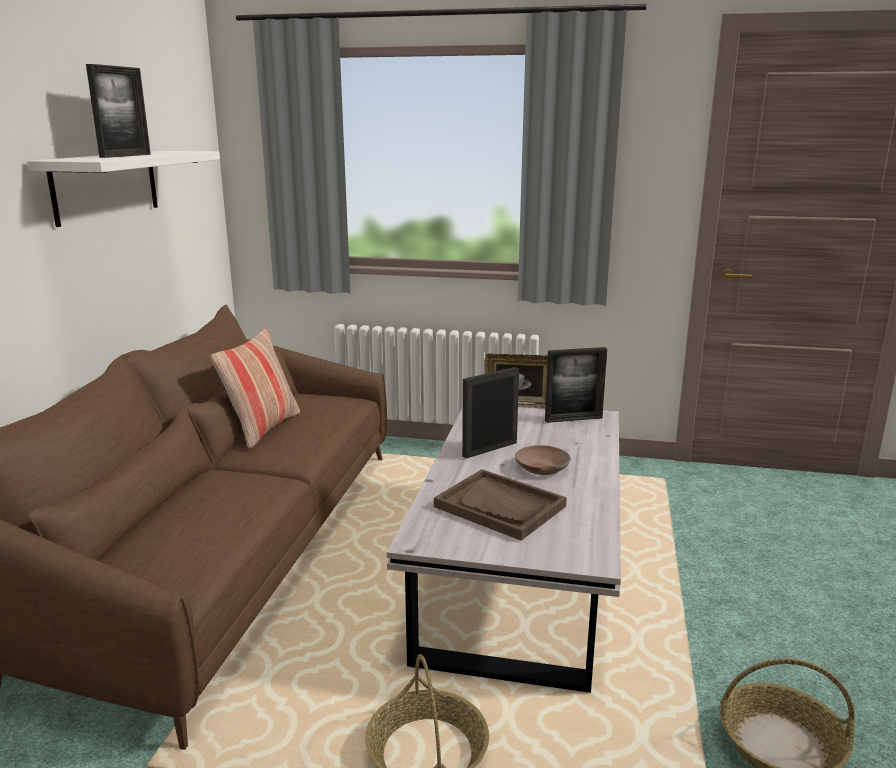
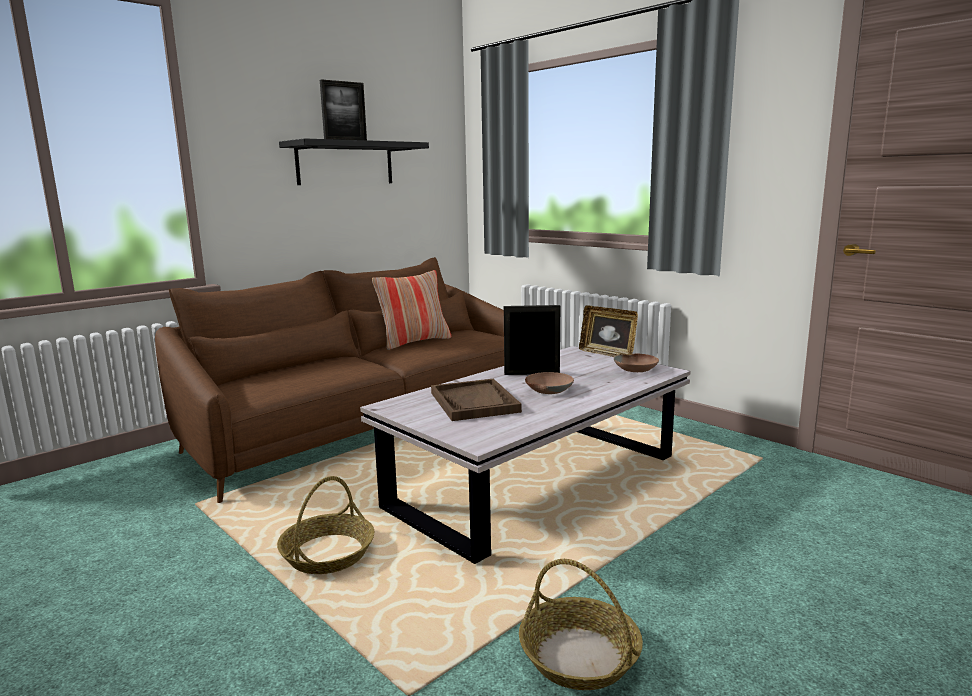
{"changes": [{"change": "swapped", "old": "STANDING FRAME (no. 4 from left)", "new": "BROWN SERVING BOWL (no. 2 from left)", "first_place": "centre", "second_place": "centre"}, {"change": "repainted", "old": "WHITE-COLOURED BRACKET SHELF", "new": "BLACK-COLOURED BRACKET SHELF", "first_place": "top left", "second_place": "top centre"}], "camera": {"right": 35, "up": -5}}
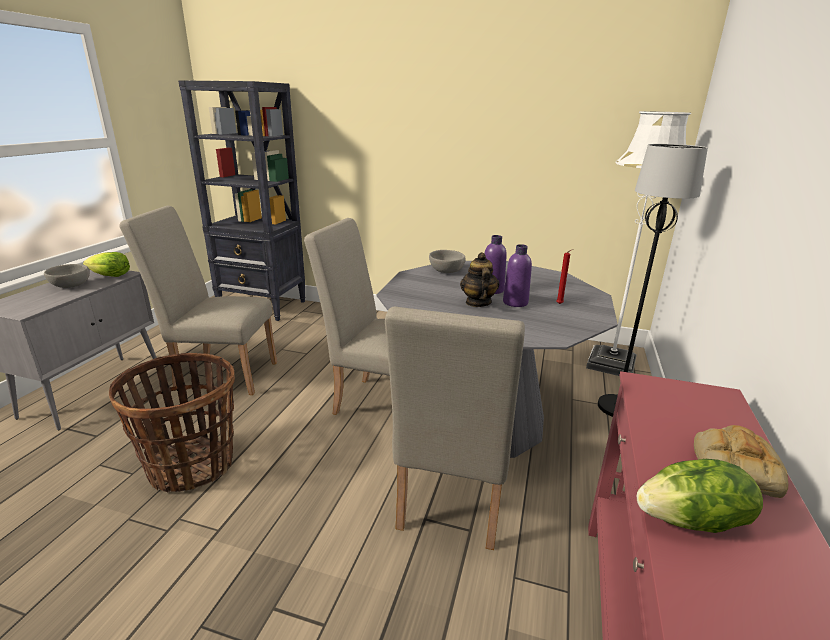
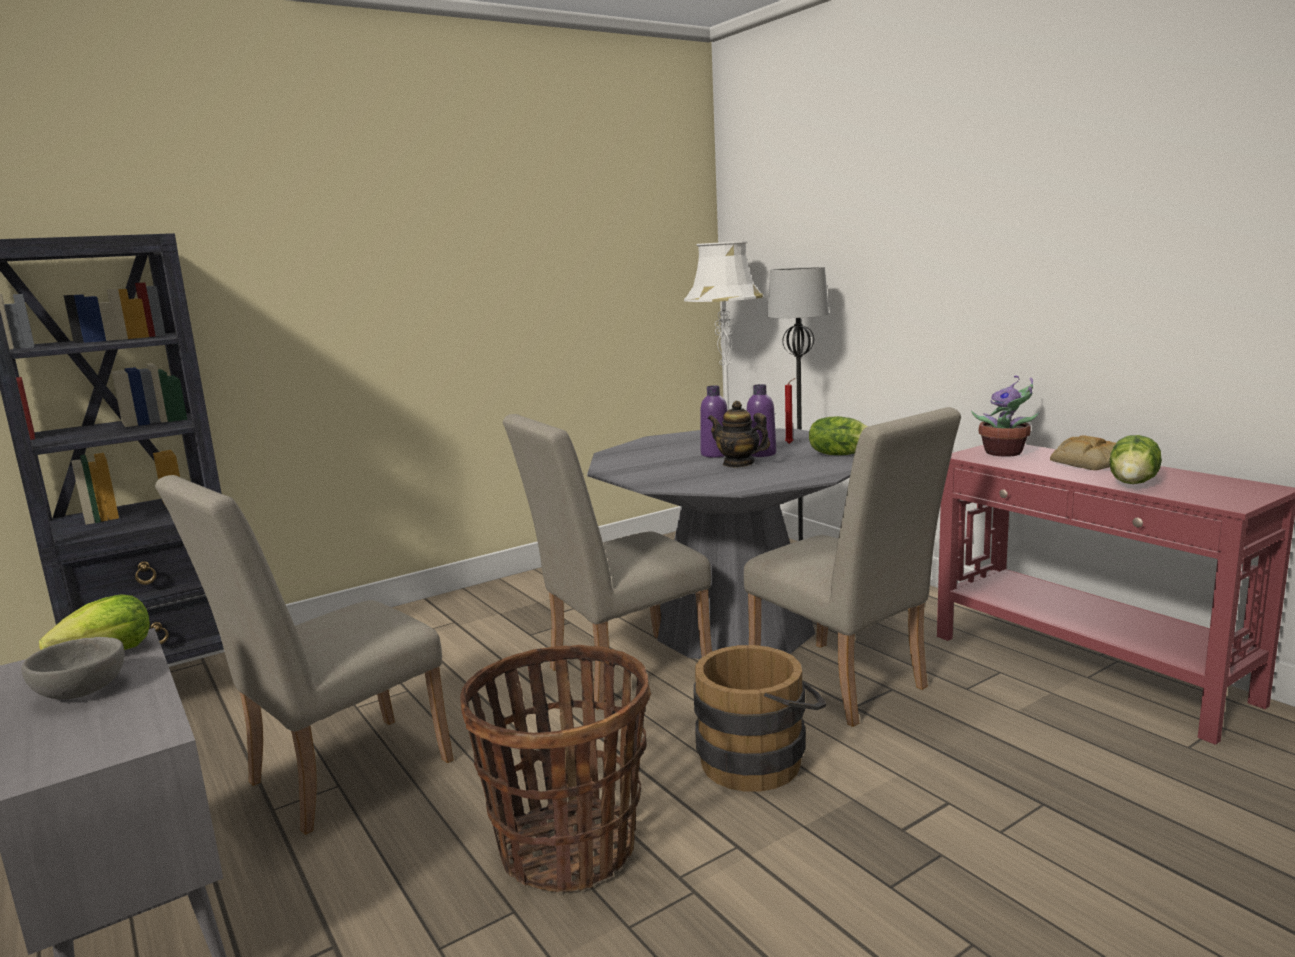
{"changes": [{"change": "gone", "old": "GREY SERVING BOWL (no. 2 from left)", "first_place": "centre"}, {"change": "new", "new": "BROWN PAIL", "second_place": "bottom centre"}, {"change": "new", "new": "HEAD OF LETTUCE (no. 2 from left)", "second_place": "centre"}, {"change": "new", "new": "POTTED PLANT", "second_place": "middle right"}], "camera": {"right": -50, "up": -10}}
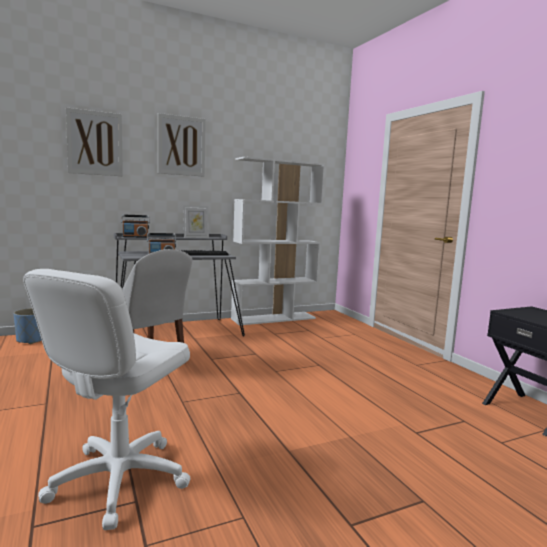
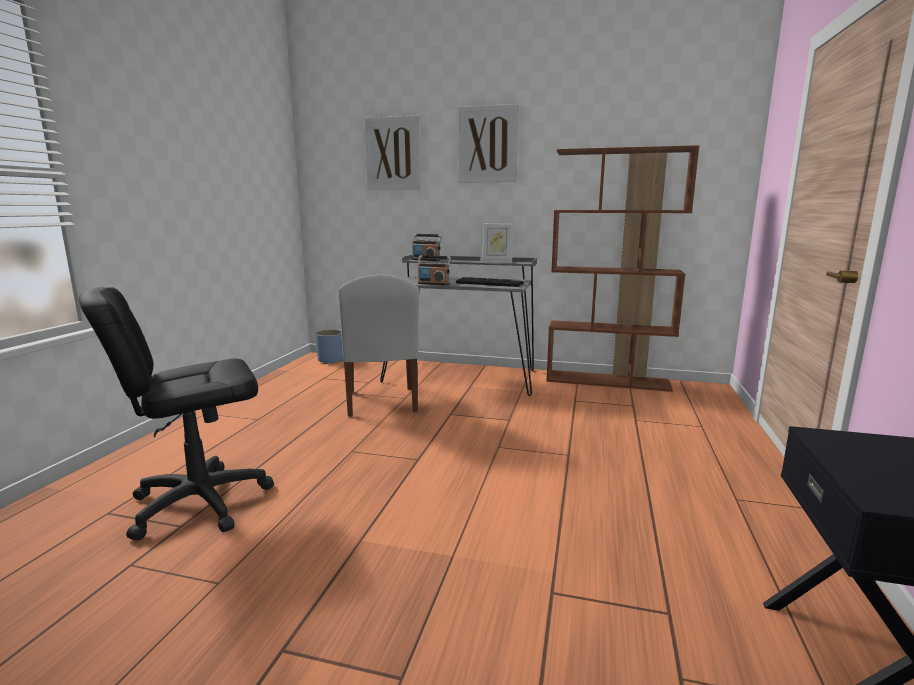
{"changes": [{"change": "repainted", "old": "WHITE-COLOURED DESK CHAIR", "new": "BLACK-COLOURED DESK CHAIR", "first_place": "bottom left", "second_place": "middle left"}, {"change": "repainted", "old": "WHITE-COLOURED SHELVING UNIT", "new": "BROWN SHELVING UNIT", "first_place": "centre", "second_place": "middle right"}], "camera": {"right": 40, "up": 5}}
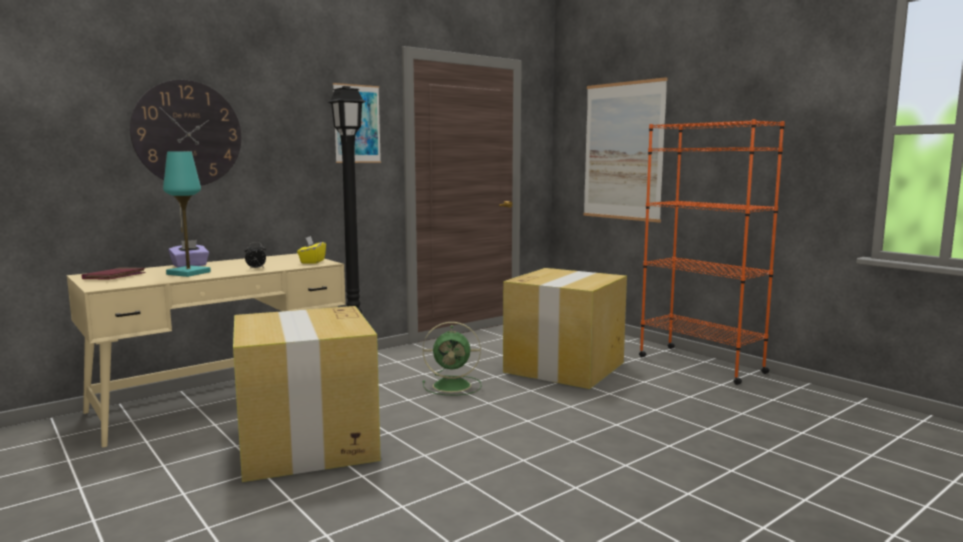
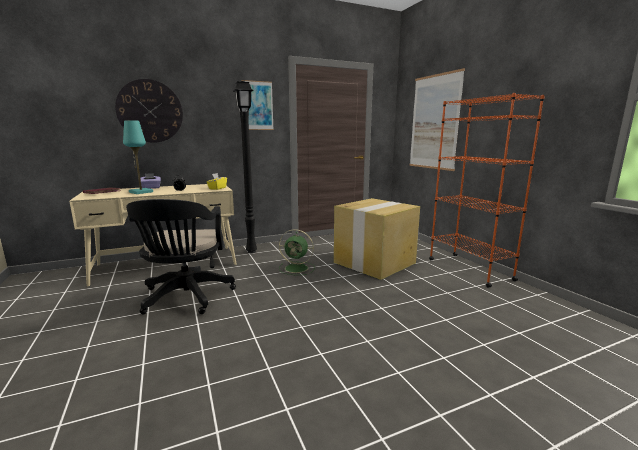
{"changes": [{"change": "swapped", "old": "CARDBOARD BOX (no. 1 from left)", "new": "BLACK-COLOURED DESK CHAIR", "first_place": "bottom left", "second_place": "middle left"}], "camera": {"right": 15, "up": 5}}
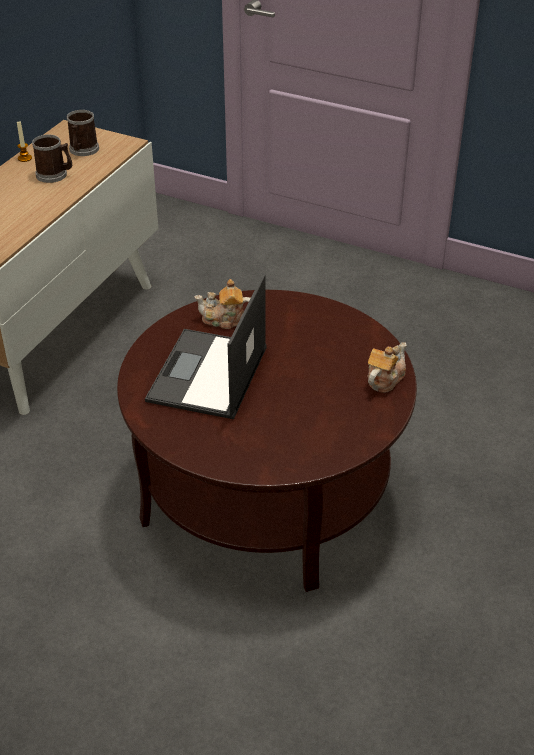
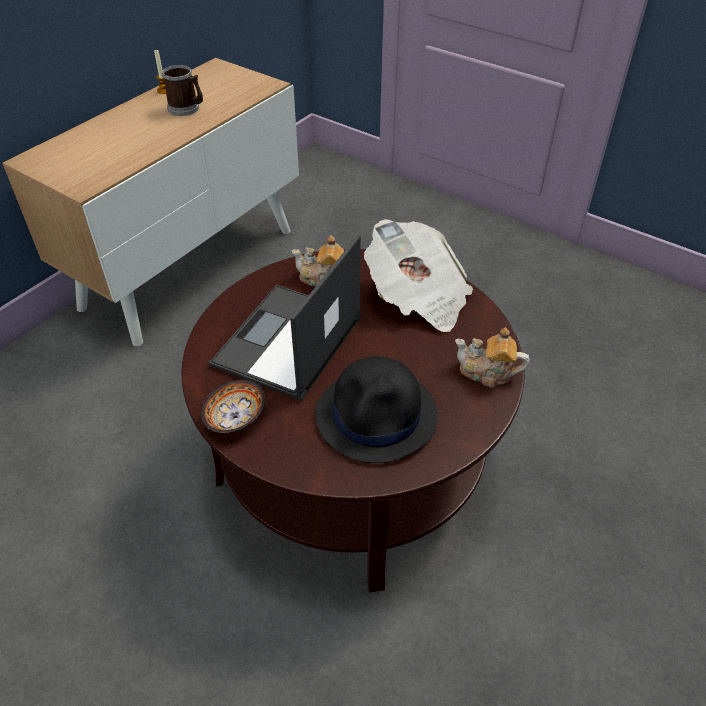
{"changes": [{"change": "gone", "old": "MUG (no. 2 from left)", "first_place": "top left"}, {"change": "new", "new": "SERVING BOWL", "second_place": "middle left"}, {"change": "new", "new": "BLACK-COLOURED CLOTHING HAT", "second_place": "centre"}, {"change": "new", "new": "PRINTED PAPER", "second_place": "centre"}, {"change": "rotated", "old": "POT FOR TEA (no. 2 from left)", "first_place": "middle right", "second_place": "middle right", "degrees": -120}], "camera": {"right": 10, "up": 5}}
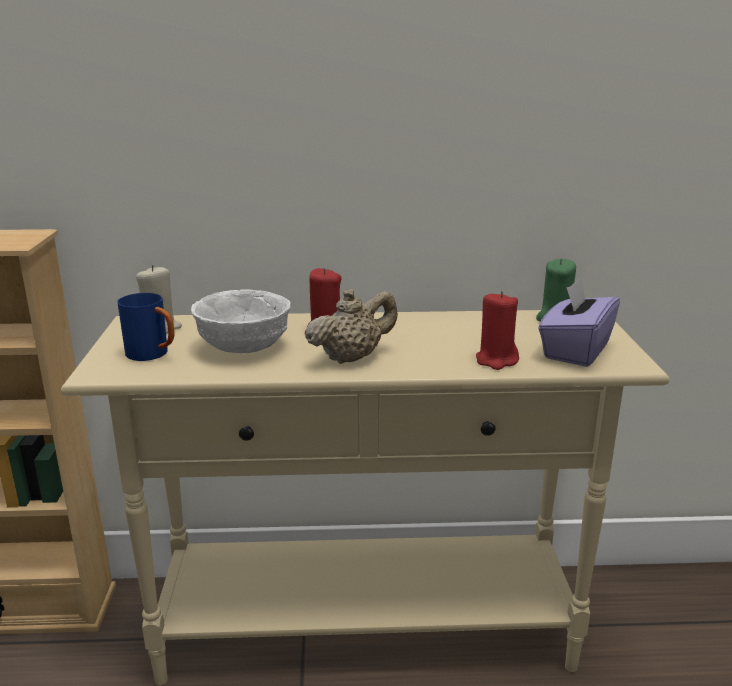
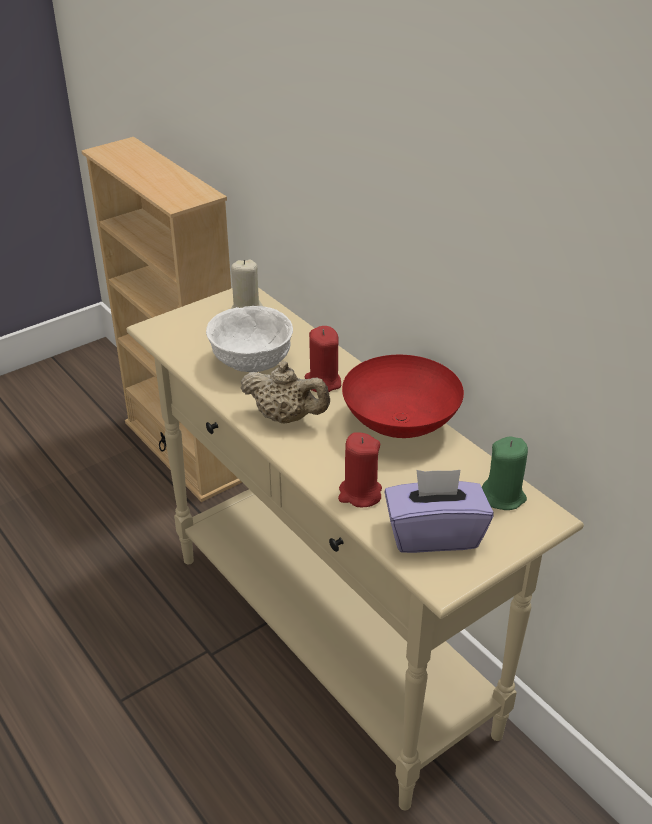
{"changes": [{"change": "gone", "old": "BLUE-COLOURED MUG", "first_place": "middle left"}, {"change": "new", "new": "RED SERVING BOWL", "second_place": "centre"}], "camera": {"right": 55, "up": 15}}
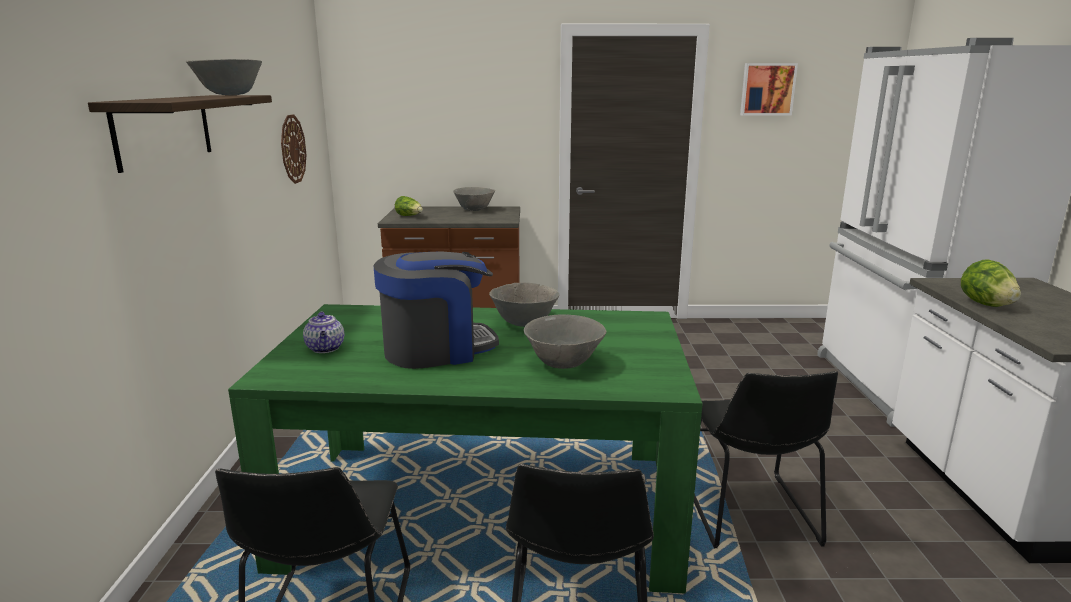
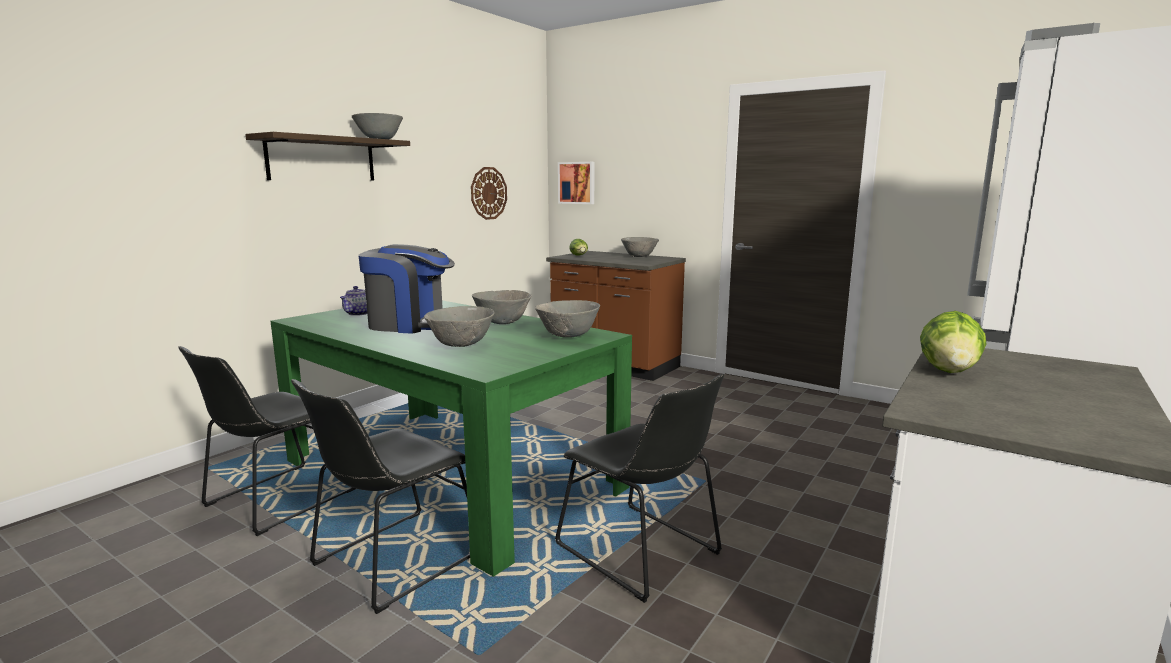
{"changes": [{"change": "new", "new": "GREY SERVING BOWL (no. 4 from left)", "second_place": "centre"}, {"change": "shifted", "old": "WALL PICTURE", "first_place": "top right", "second_place": "top centre"}, {"change": "rotated", "old": "BLACK-COLOURED UPRIGHT CHAIR (no. 3 from left)", "first_place": "bottom right", "second_place": "bottom centre", "degrees": -75}], "camera": {"right": 35, "up": -5}}
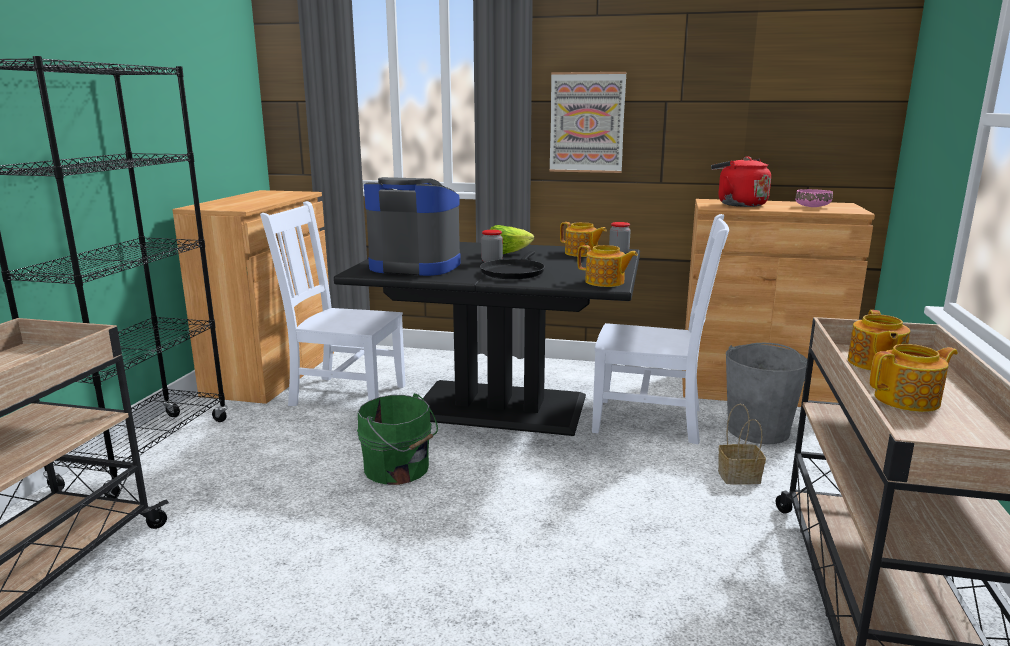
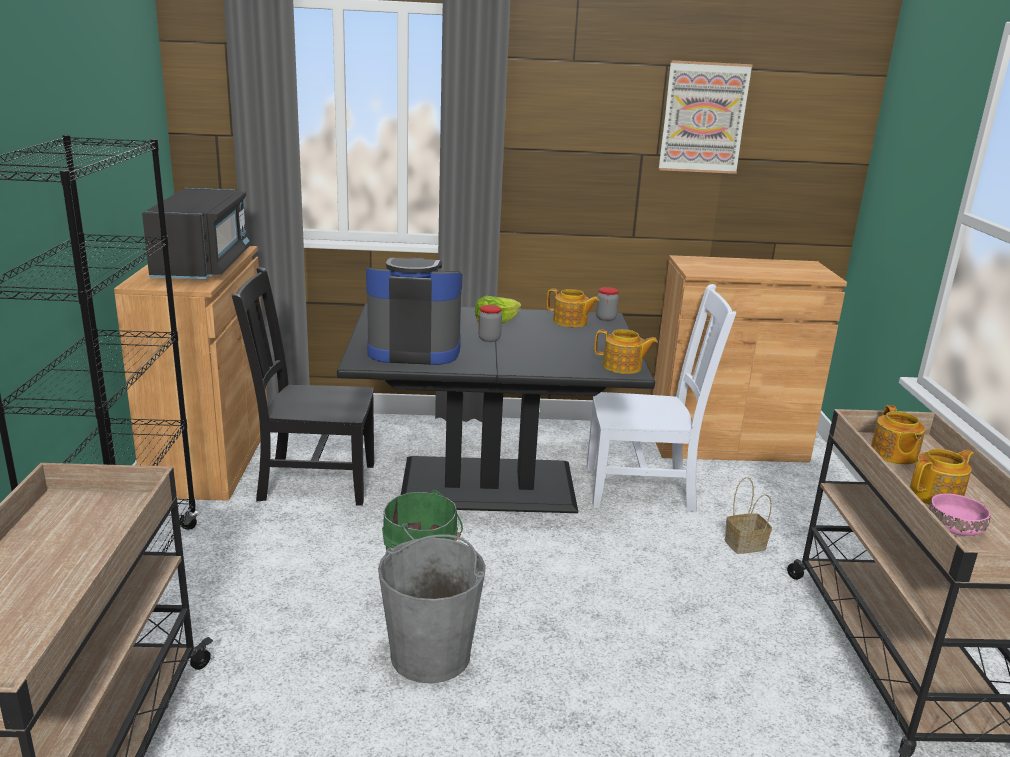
{"changes": [{"change": "gone", "old": "BLACK-COLOURED PAN", "first_place": "centre"}, {"change": "gone", "old": "RED TEA KETTLE", "first_place": "top right"}, {"change": "new", "new": "BLACK-COLOURED MICROWAVE OVEN", "second_place": "top left"}, {"change": "shifted", "old": "WALL PICTURE", "first_place": "top centre", "second_place": "top right"}, {"change": "shifted", "old": "GREY PAIL", "first_place": "middle right", "second_place": "bottom centre"}, {"change": "shifted", "old": "PINK SERVING BOWL", "first_place": "top right", "second_place": "bottom right"}, {"change": "repainted", "old": "WHITE-COLOURED UPRIGHT CHAIR (no. 1 from left)", "new": "BLACK-COLOURED UPRIGHT CHAIR", "first_place": "middle left", "second_place": "middle left"}], "camera": {"right": -15, "up": 5}}
